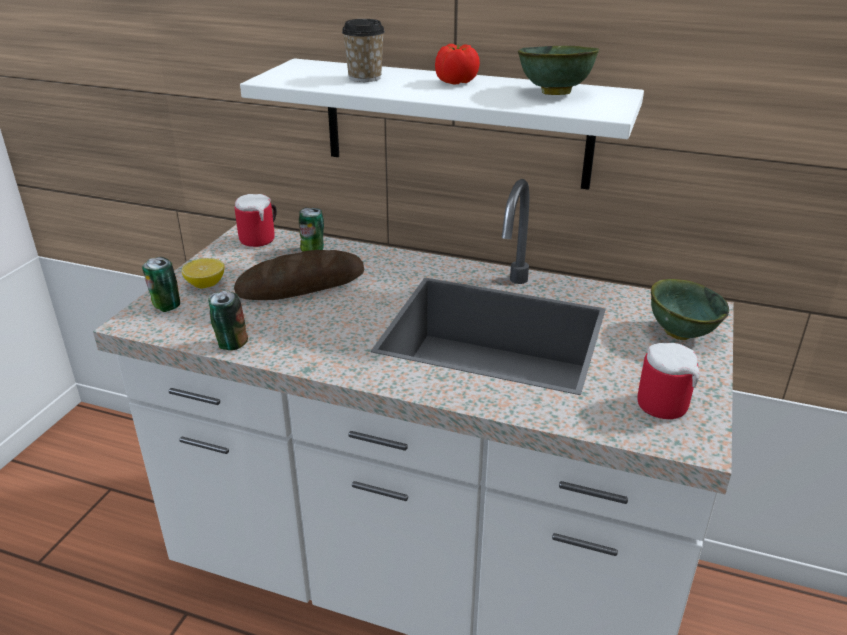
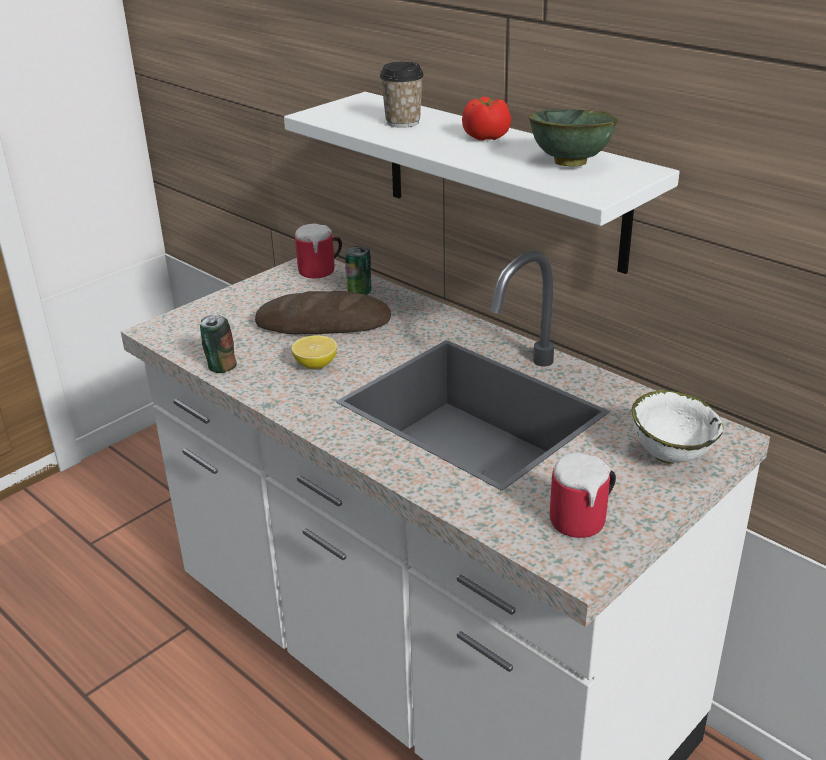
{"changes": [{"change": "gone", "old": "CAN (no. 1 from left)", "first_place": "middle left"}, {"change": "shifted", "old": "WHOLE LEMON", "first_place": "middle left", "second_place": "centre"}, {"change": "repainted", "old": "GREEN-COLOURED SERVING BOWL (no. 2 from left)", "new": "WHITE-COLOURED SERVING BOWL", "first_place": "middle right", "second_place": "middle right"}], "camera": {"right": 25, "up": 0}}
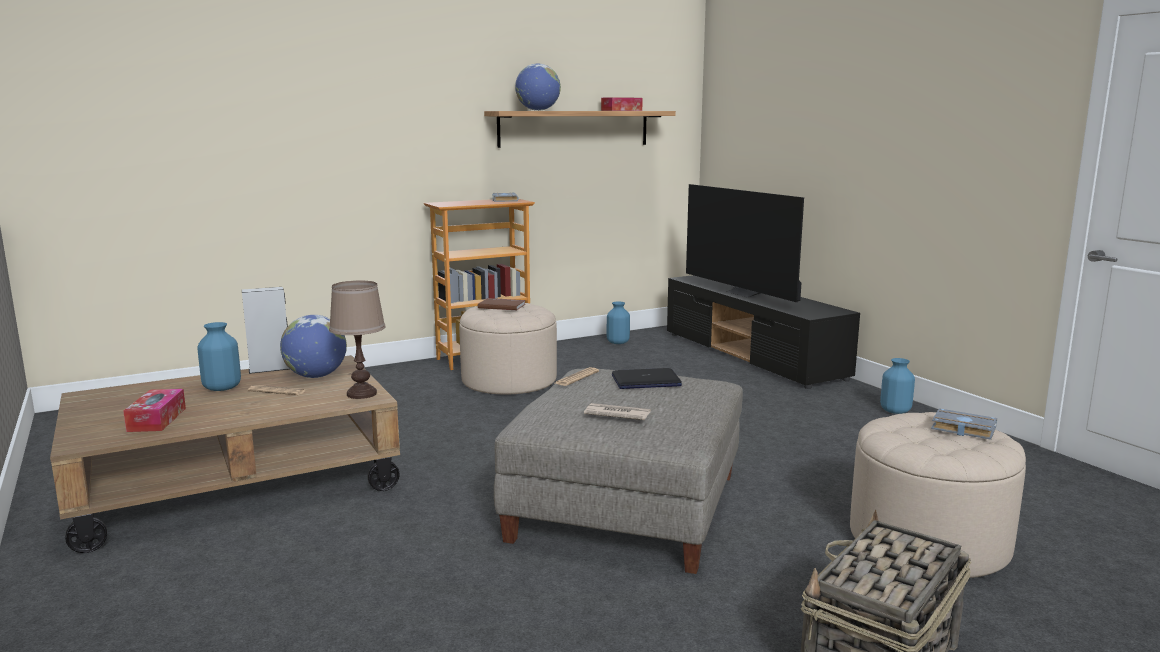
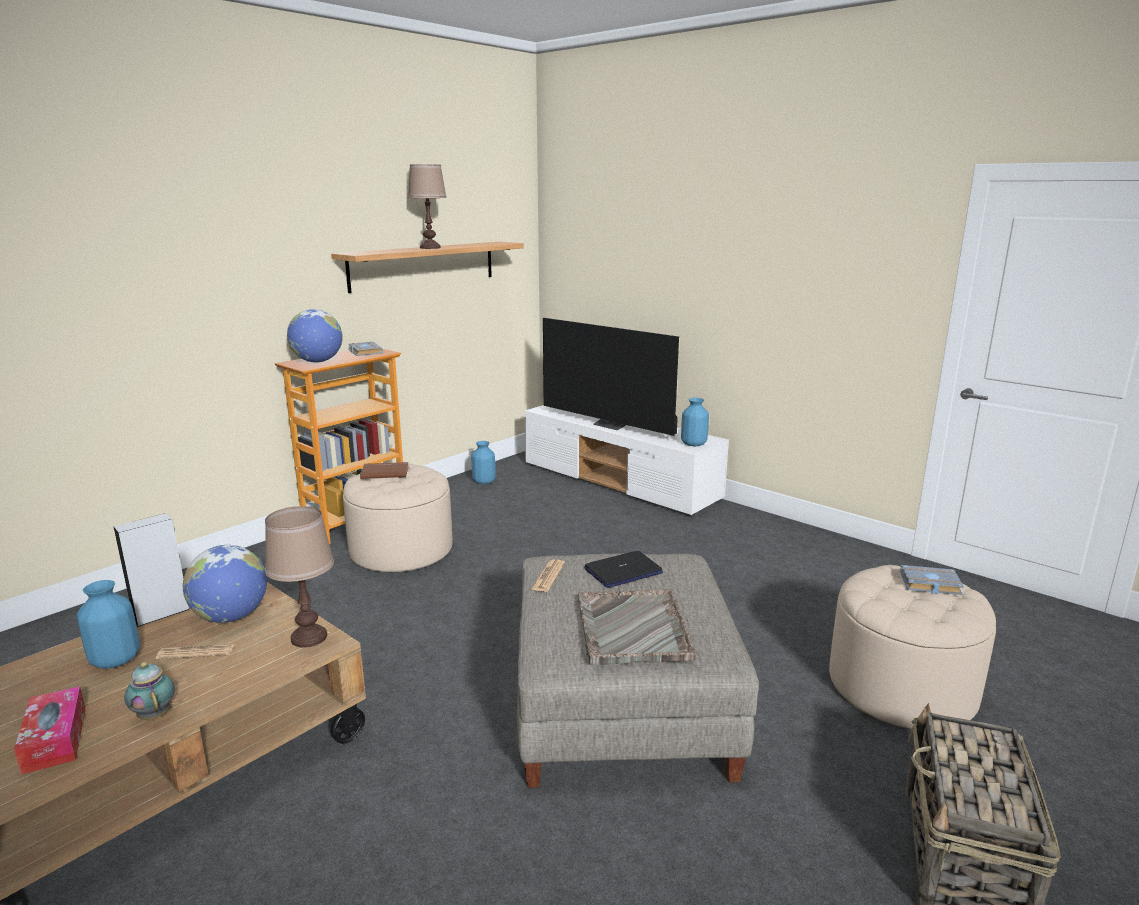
{"changes": [{"change": "gone", "old": "TISSUE BOX (no. 2 from left)", "first_place": "top centre"}, {"change": "new", "new": "POT FOR TEA", "second_place": "bottom left"}, {"change": "new", "new": "BROWN TABLETOP LAMP (no. 2 from left)", "second_place": "top centre"}, {"change": "shifted", "old": "WORLD GLOBE (no. 2 from left)", "first_place": "top centre", "second_place": "middle left"}, {"change": "shifted", "old": "BLUE-COLOURED FLOWER VASE (no. 3 from left)", "first_place": "middle right", "second_place": "centre"}, {"change": "swapped", "old": "PRINTED PAPER (no. 3 from left)", "new": "GREY SERVING TRAY", "first_place": "centre", "second_place": "bottom centre"}, {"change": "repainted", "old": "BLACK-COLOURED MEDIA CONSOLE", "new": "WHITE-COLOURED MEDIA CONSOLE", "first_place": "centre", "second_place": "centre"}], "camera": {"right": -20, "up": 5}}
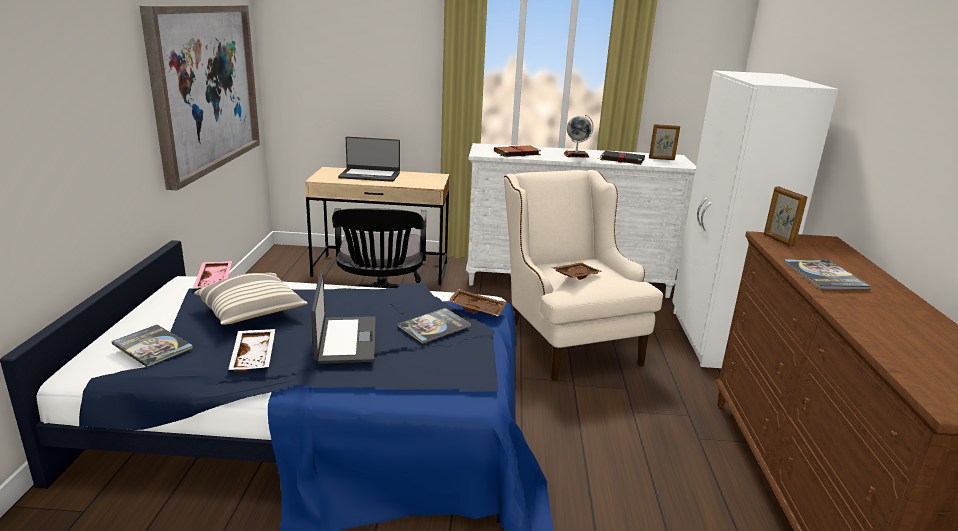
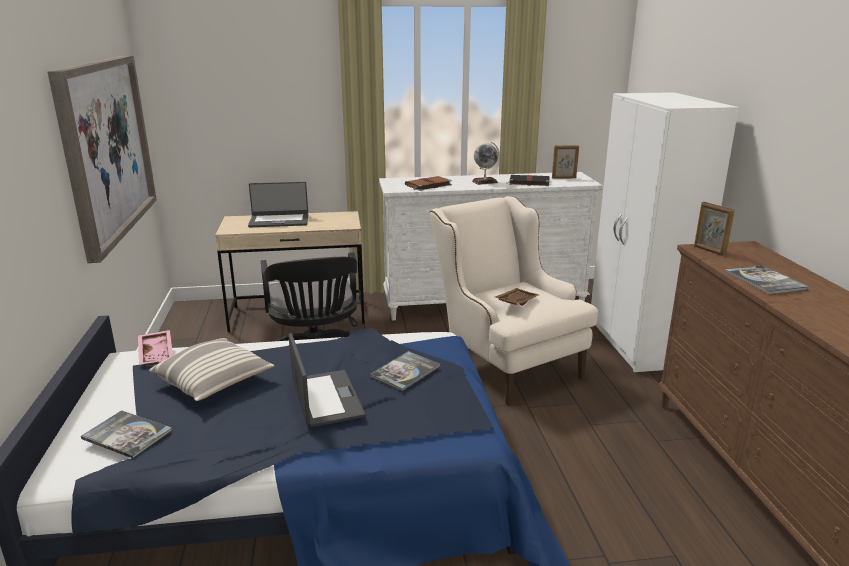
{"changes": [{"change": "gone", "old": "WHITE-COLOURED SERVING TRAY", "first_place": "middle left"}, {"change": "gone", "old": "BROWN SERVING TRAY (no. 1 from left)", "first_place": "centre"}], "camera": {"right": -10, "up": 0}}
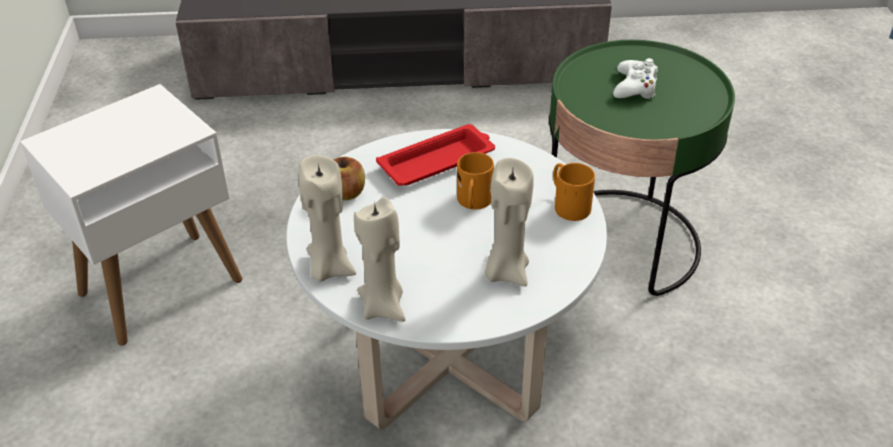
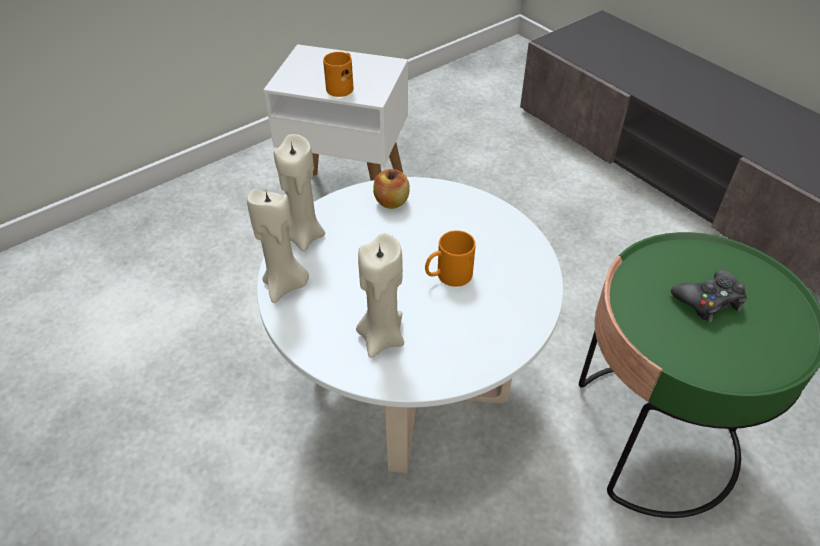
{"changes": [{"change": "gone", "old": "RED SERVING TRAY", "first_place": "centre"}, {"change": "shifted", "old": "ORANGE-COLOURED MUG (no. 2 from left in the first image)", "new": "ORANGE-COLOURED MUG (no. 1 from left)", "first_place": "centre", "second_place": "top centre"}, {"change": "repainted", "old": "WHITE-COLOURED GAMEPAD", "new": "BLACK-COLOURED GAMEPAD", "first_place": "top right", "second_place": "middle right"}], "camera": {"right": 55, "up": 5}}
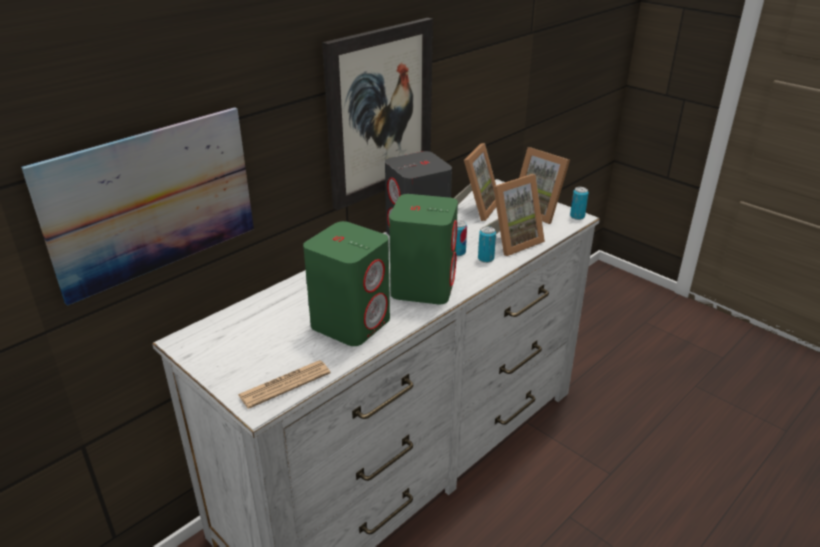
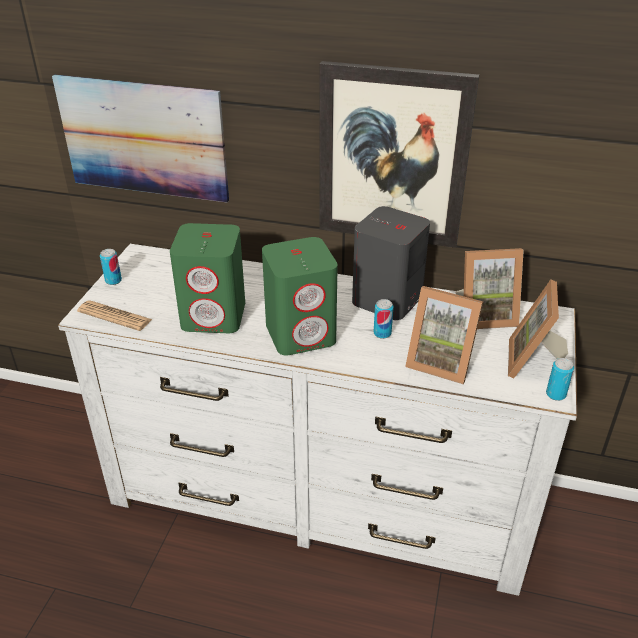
{"changes": [{"change": "shifted", "old": "CAN (no. 2 from left in the first image)", "new": "CAN (no. 1 from left)", "first_place": "centre", "second_place": "middle left"}], "camera": {"right": 60, "up": 5}}
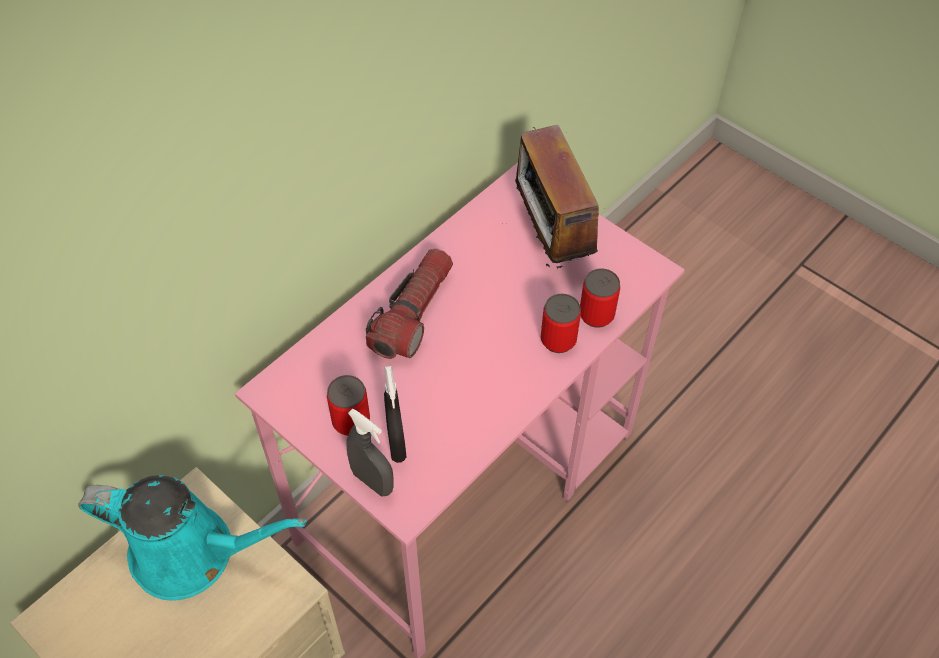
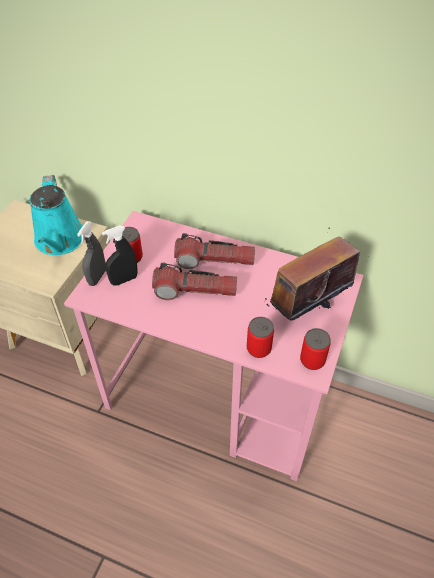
{"changes": [{"change": "new", "new": "TORCH (no. 1 from left)", "second_place": "centre"}, {"change": "shifted", "old": "CAN (no. 2 from left in the first image)", "new": "CAN (no. 3 from left)", "first_place": "centre", "second_place": "middle right"}], "camera": {"right": 70, "up": -5}}
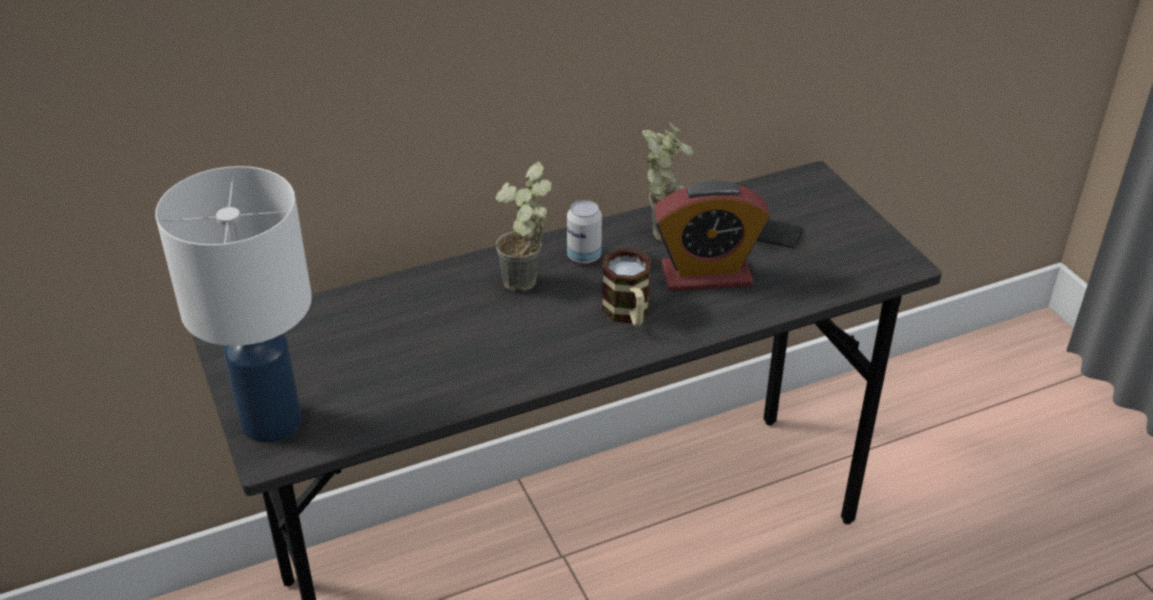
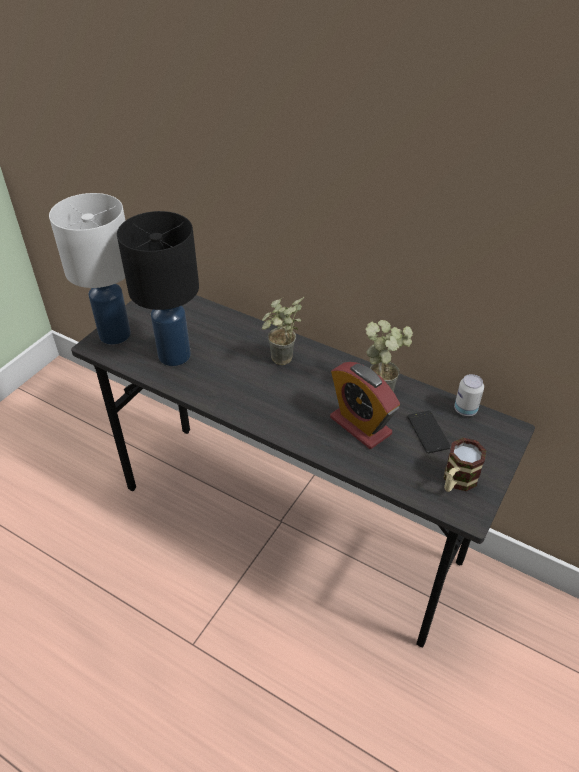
{"changes": [{"change": "new", "new": "BLACK-COLOURED TABLETOP LAMP", "second_place": "middle left"}, {"change": "shifted", "old": "CAN", "first_place": "centre", "second_place": "middle right"}, {"change": "shifted", "old": "MUG", "first_place": "centre", "second_place": "middle right"}], "camera": {"right": 55, "up": 5}}
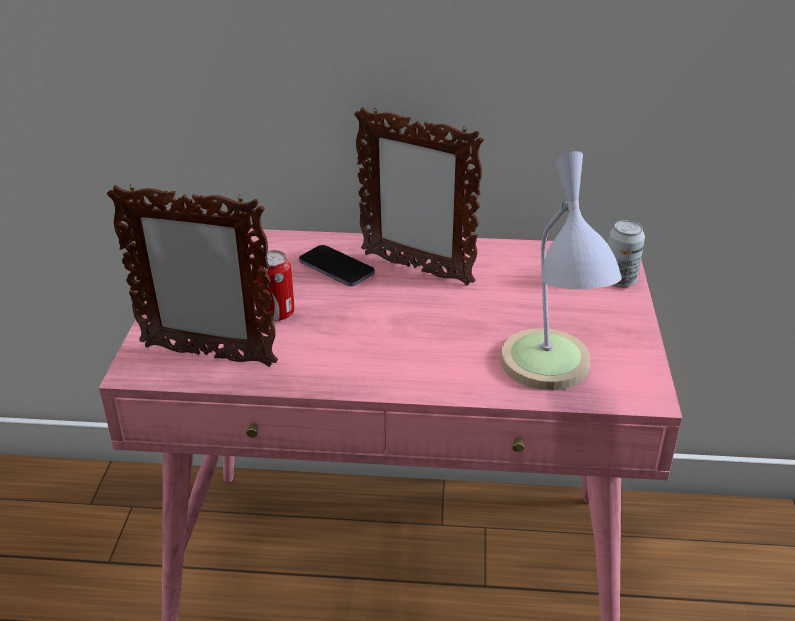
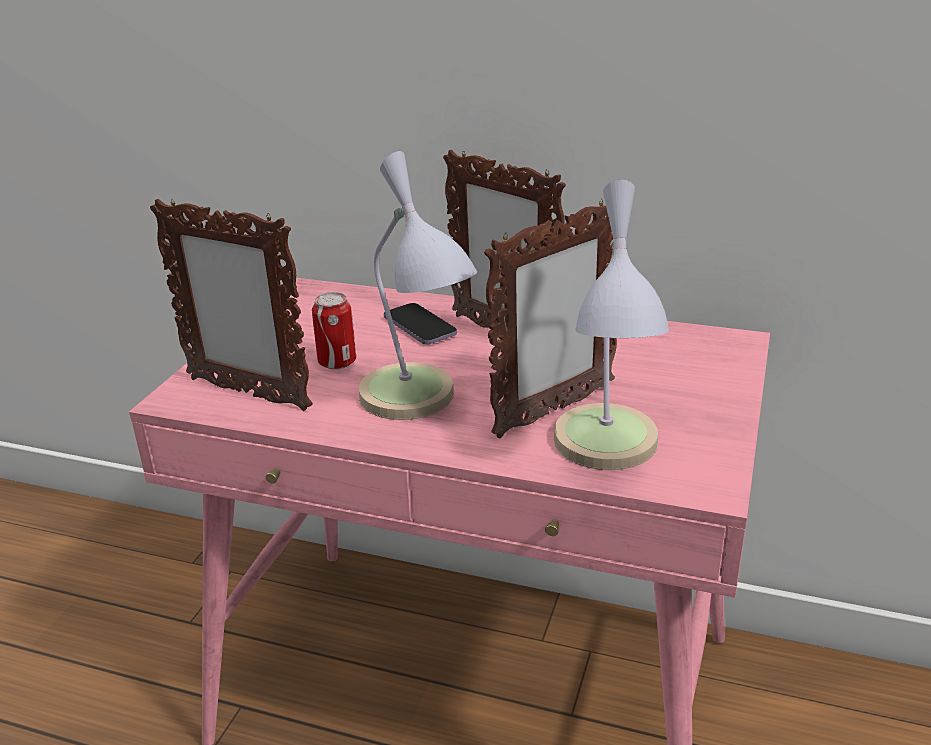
{"changes": [{"change": "gone", "old": "CAN (no. 2 from left)", "first_place": "middle right"}, {"change": "new", "new": "TABLETOP LAMP (no. 1 from left)", "second_place": "centre"}, {"change": "new", "new": "STANDING FRAME (no. 3 from left)", "second_place": "centre"}], "camera": {"right": 15, "up": -5}}
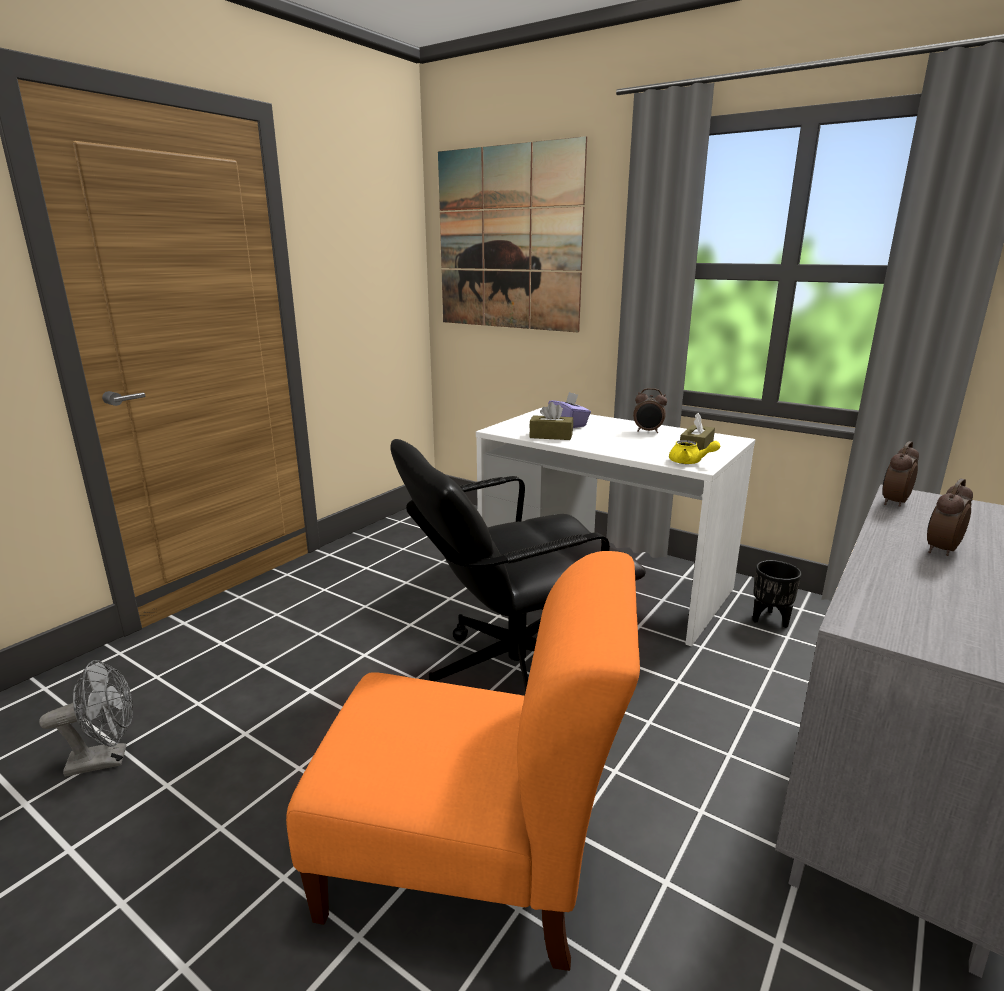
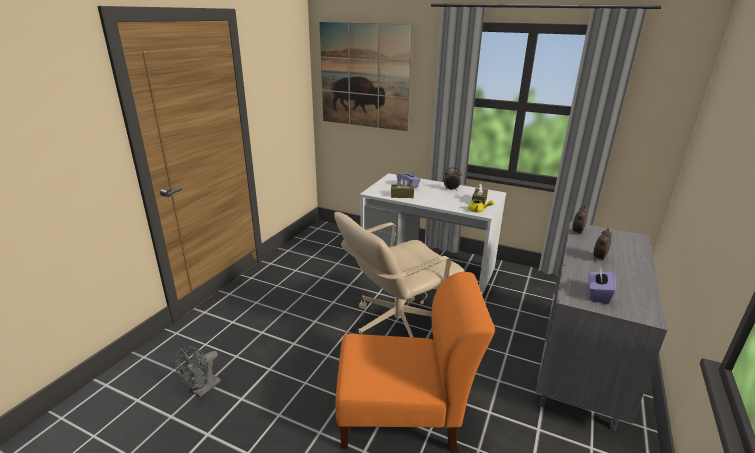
{"changes": [{"change": "gone", "old": "BLACK-COLOURED FLOWER POT", "first_place": "middle right"}, {"change": "new", "new": "PURPLE TISSUE BOX (no. 2 from left)", "second_place": "middle right"}, {"change": "repainted", "old": "BLACK-COLOURED DESK CHAIR", "new": "BEIGE DESK CHAIR", "first_place": "centre", "second_place": "centre"}, {"change": "rotated", "old": "GREY FAN", "first_place": "bottom left", "second_place": "bottom left", "degrees": 150}], "camera": {"right": -10, "up": 5}}
